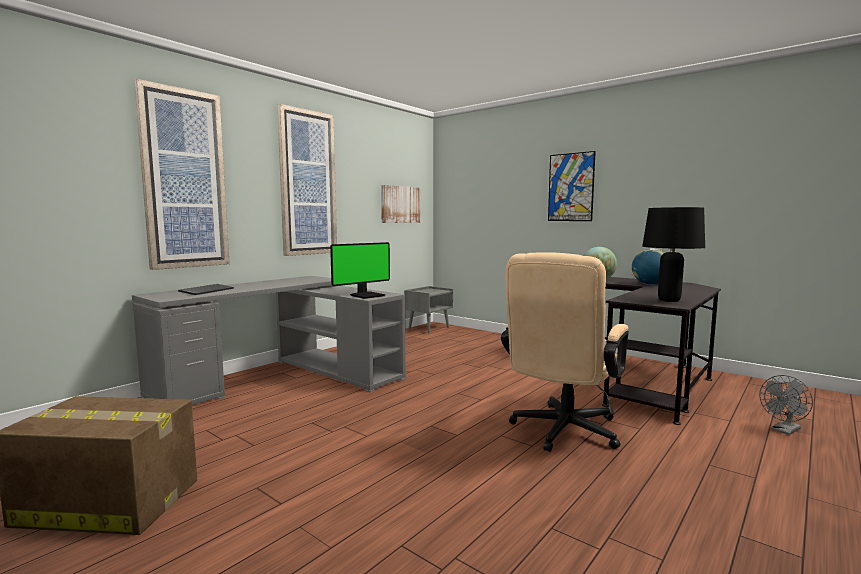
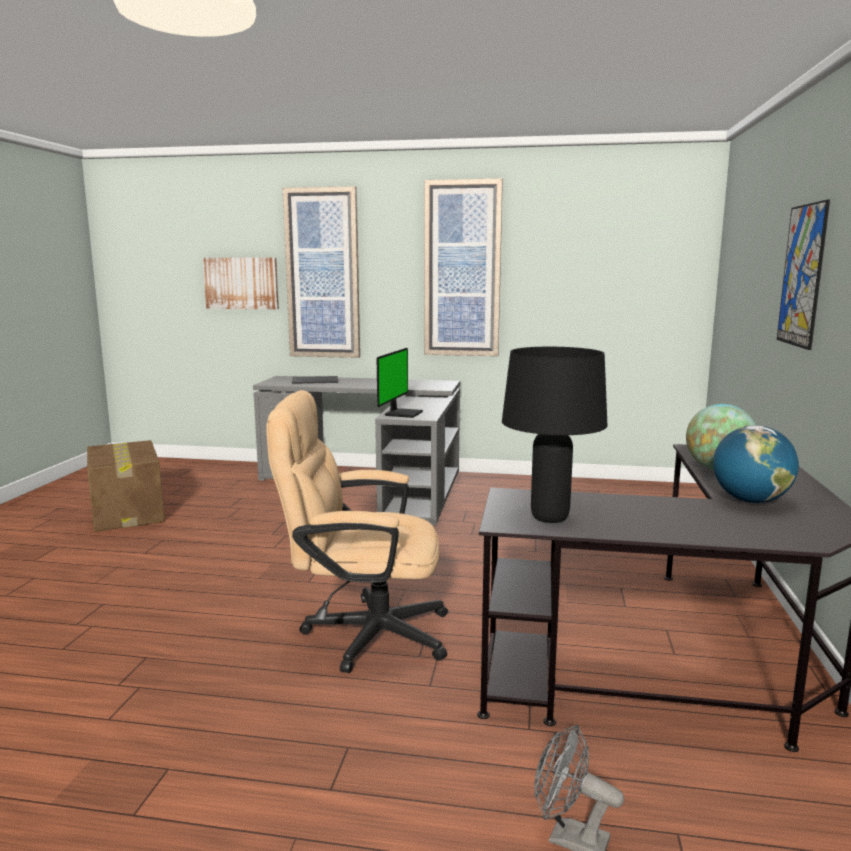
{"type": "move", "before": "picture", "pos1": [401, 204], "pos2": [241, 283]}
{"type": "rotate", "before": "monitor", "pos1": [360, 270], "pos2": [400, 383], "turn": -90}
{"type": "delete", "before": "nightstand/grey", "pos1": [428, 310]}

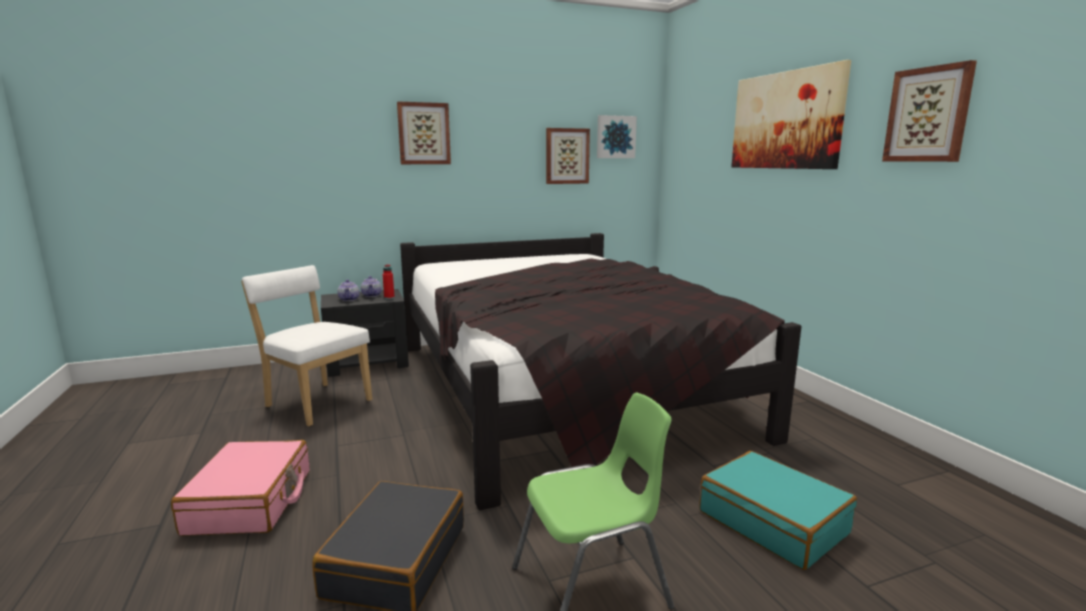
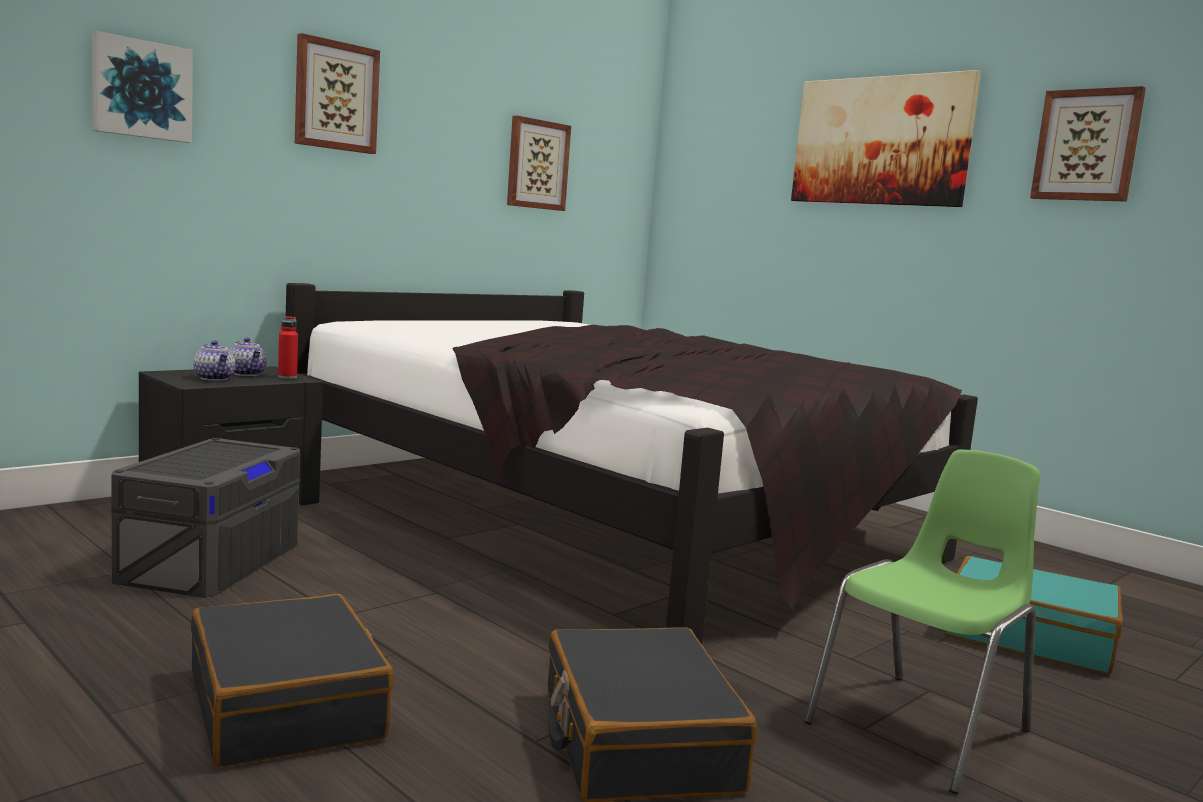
{"type": "move", "before": "picture", "pos1": [617, 136], "pos2": [142, 87]}
{"type": "replace", "before": "chair/white", "after": "storage box/grey", "pos1": [306, 346], "pos2": [205, 518]}
{"type": "recolor", "before": "suitcase/pink", "after": "suitcase/black", "pos1": [240, 488], "pos2": [292, 680]}

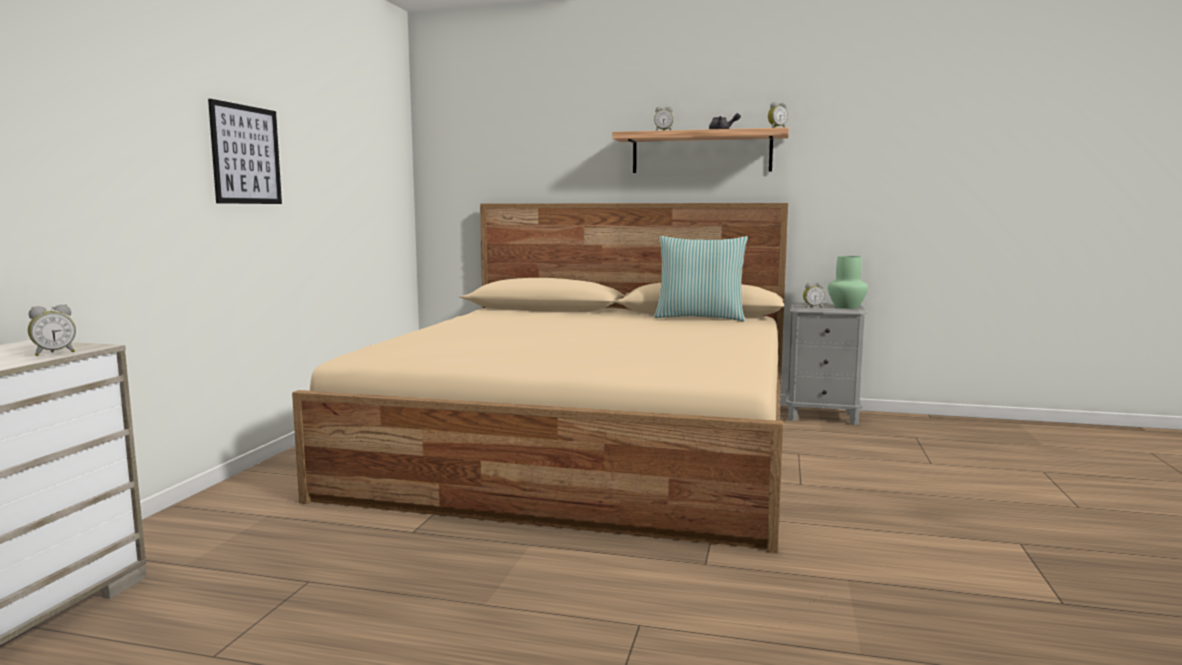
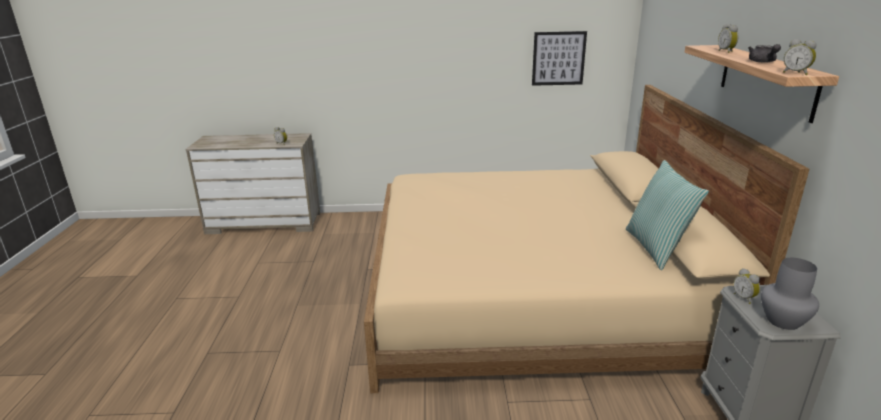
{"type": "move", "before": "picture", "pos1": [245, 151], "pos2": [559, 58]}
{"type": "recolor", "before": "vase/green", "after": "vase/grey", "pos1": [848, 282], "pos2": [790, 294]}

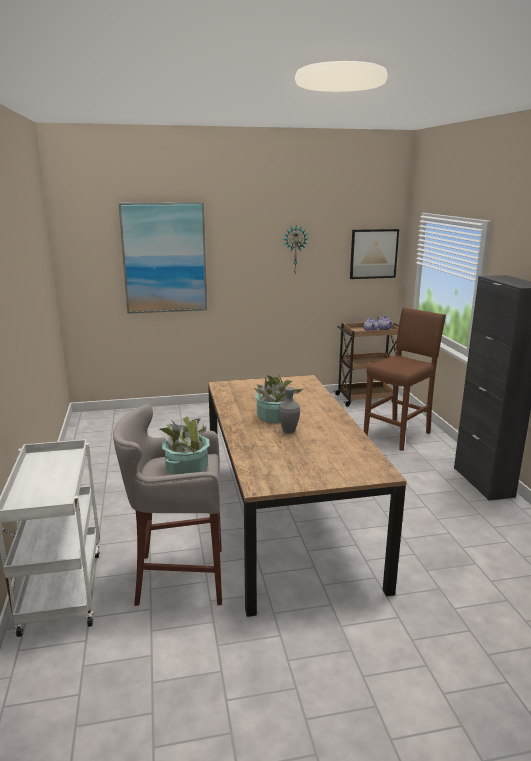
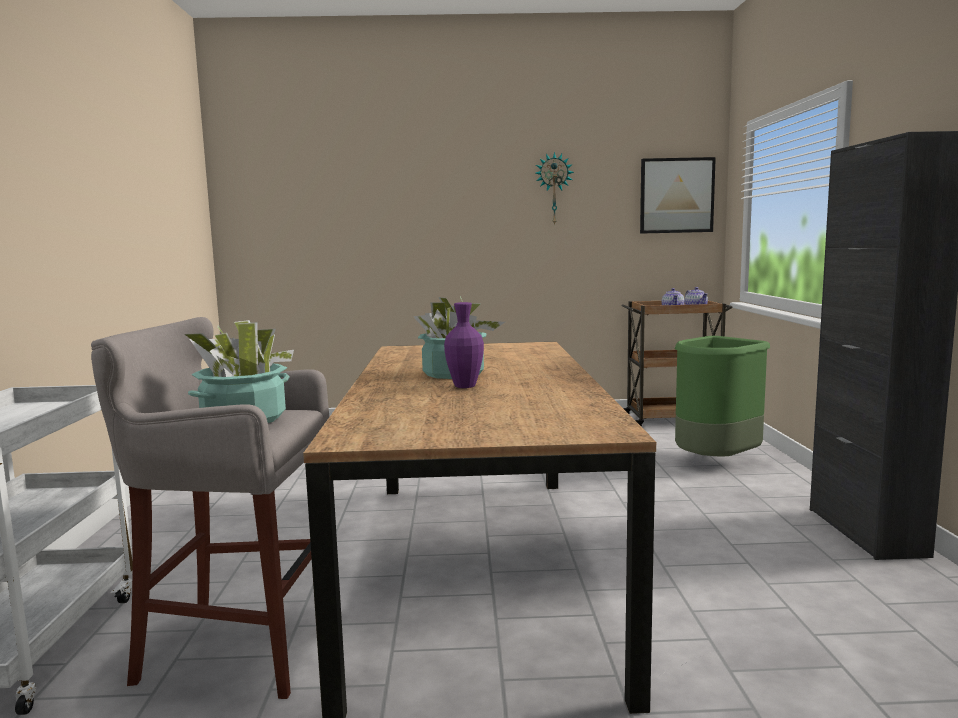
{"type": "recolor", "before": "vase/grey", "after": "vase/purple", "pos1": [289, 410], "pos2": [464, 345]}
{"type": "replace", "before": "stool/brown", "after": "trash can/green", "pos1": [405, 379], "pos2": [722, 396]}
{"type": "delete", "before": "picture", "pos1": [162, 258]}

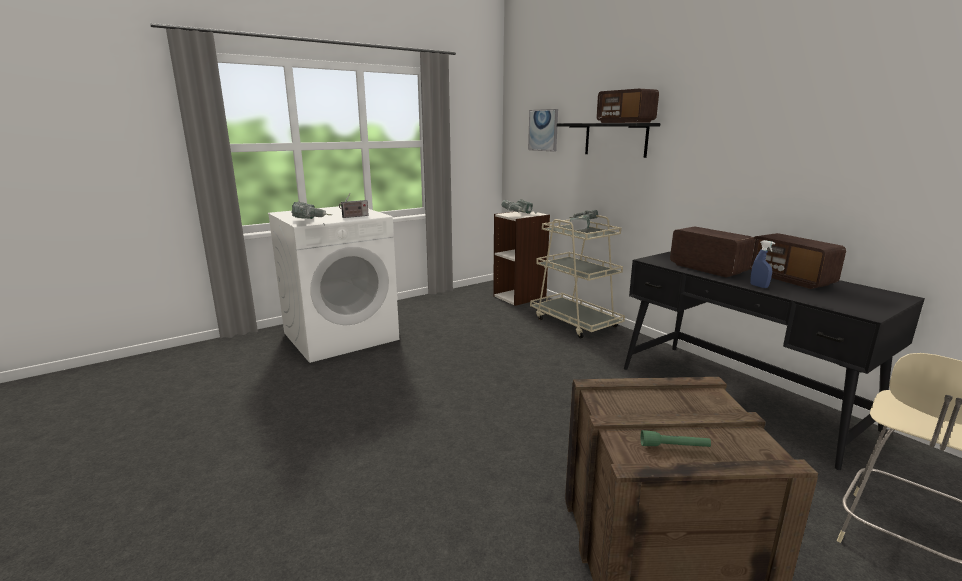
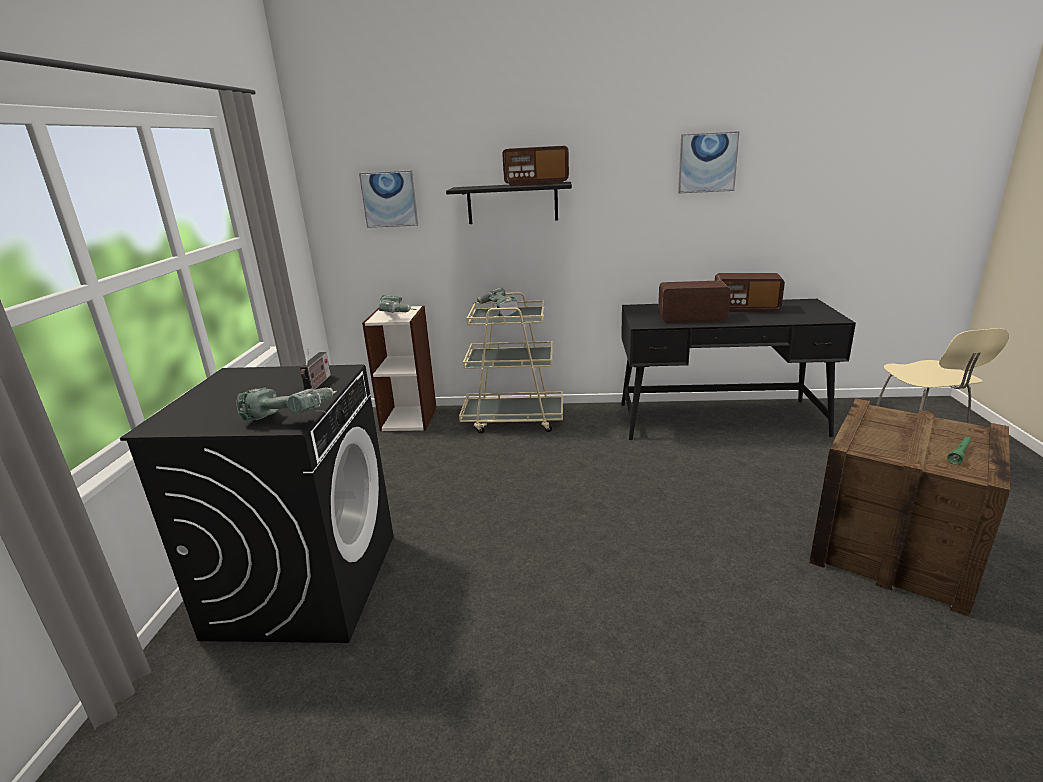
{"type": "recolor", "before": "washing machine/white", "after": "washing machine/black", "pos1": [333, 284], "pos2": [257, 503]}
{"type": "insert", "after": "picture", "pos2": [709, 162]}
{"type": "delete", "before": "spray bottle/blue", "pos1": [762, 264]}

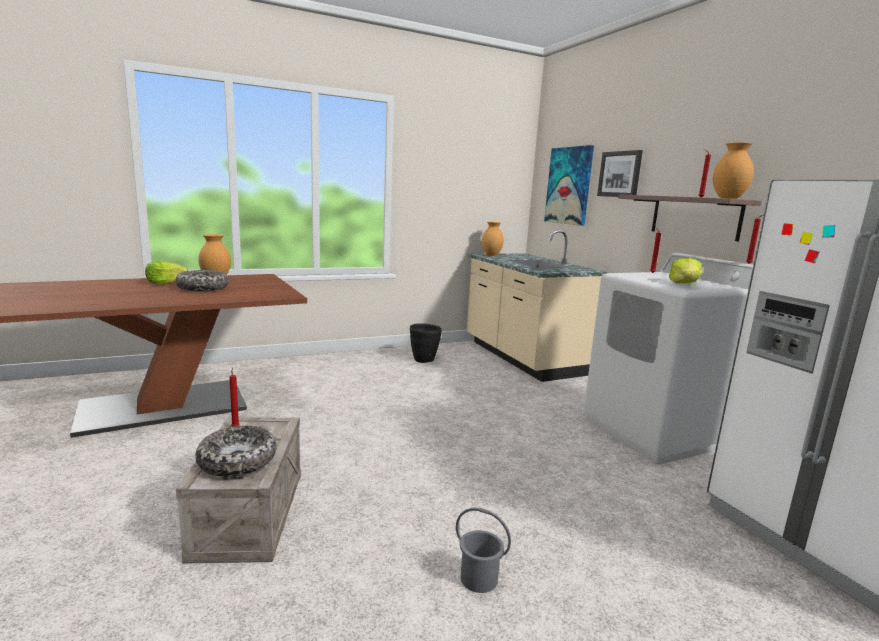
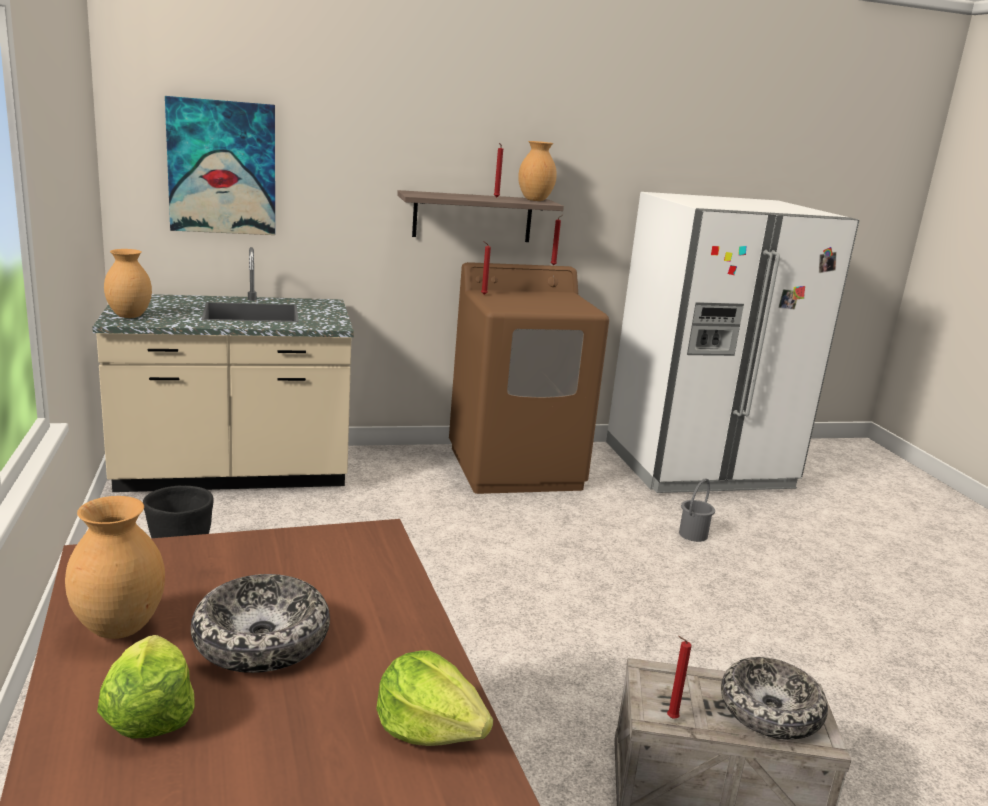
{"type": "move", "before": "lettuce", "pos1": [686, 270], "pos2": [434, 698]}
{"type": "recolor", "before": "washing machine/white", "after": "washing machine/brown", "pos1": [668, 359], "pos2": [529, 378]}
{"type": "move", "before": "bucket/grey", "pos1": [483, 550], "pos2": [697, 510]}
{"type": "delete", "before": "picture", "pos1": [620, 173]}

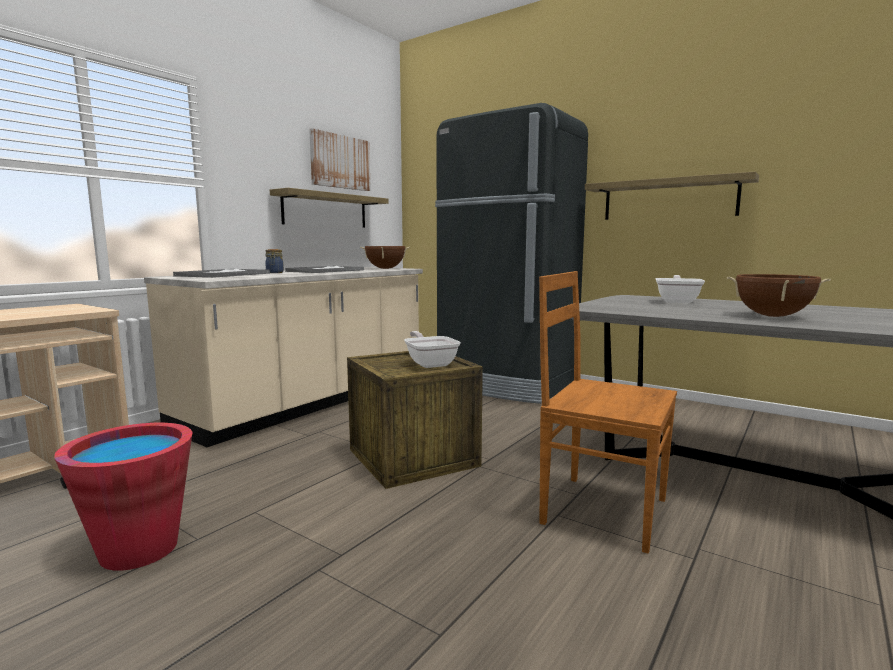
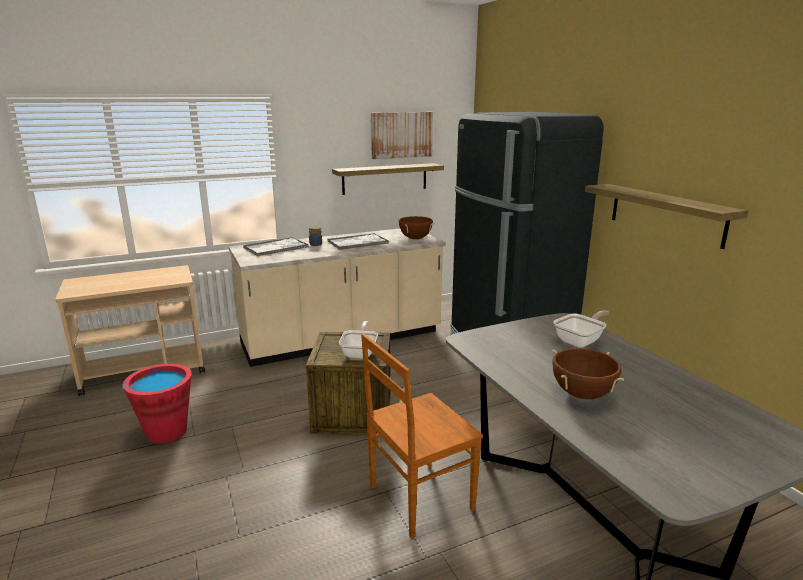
{"type": "rotate", "before": "chair/brown", "pos1": [608, 412], "pos2": [422, 436], "turn": -90}

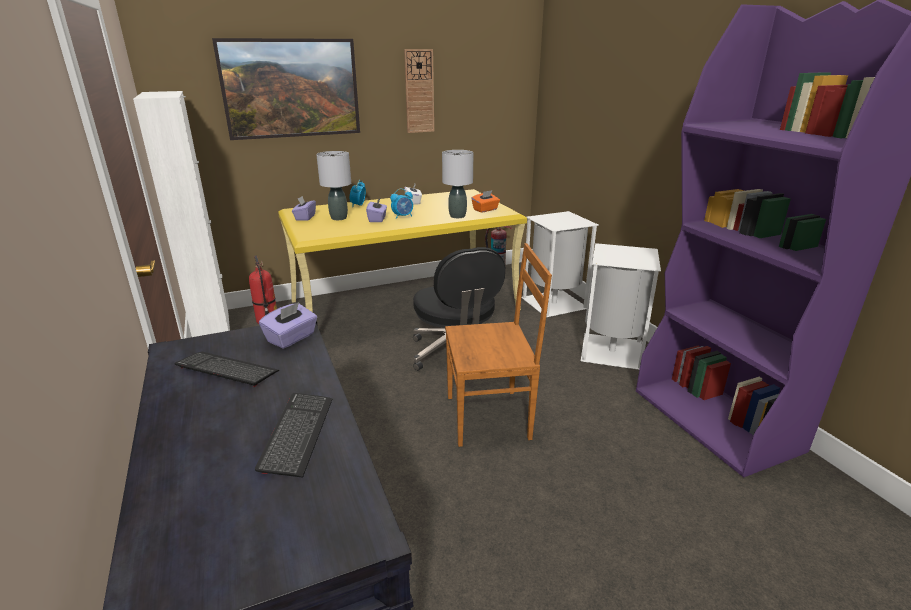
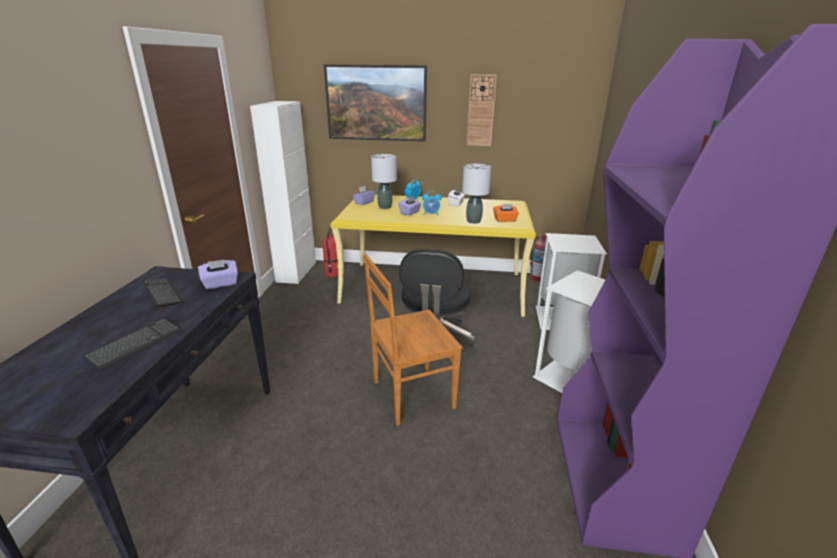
{"type": "rotate", "before": "chair/brown", "pos1": [498, 345], "pos2": [413, 340], "turn": 135}

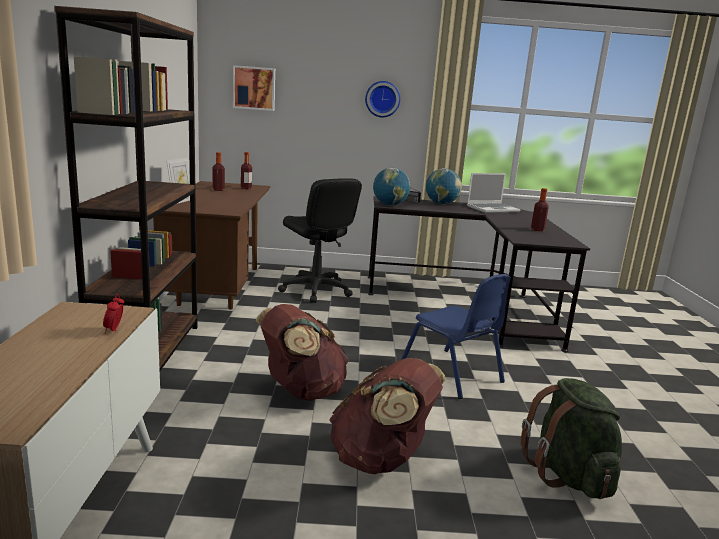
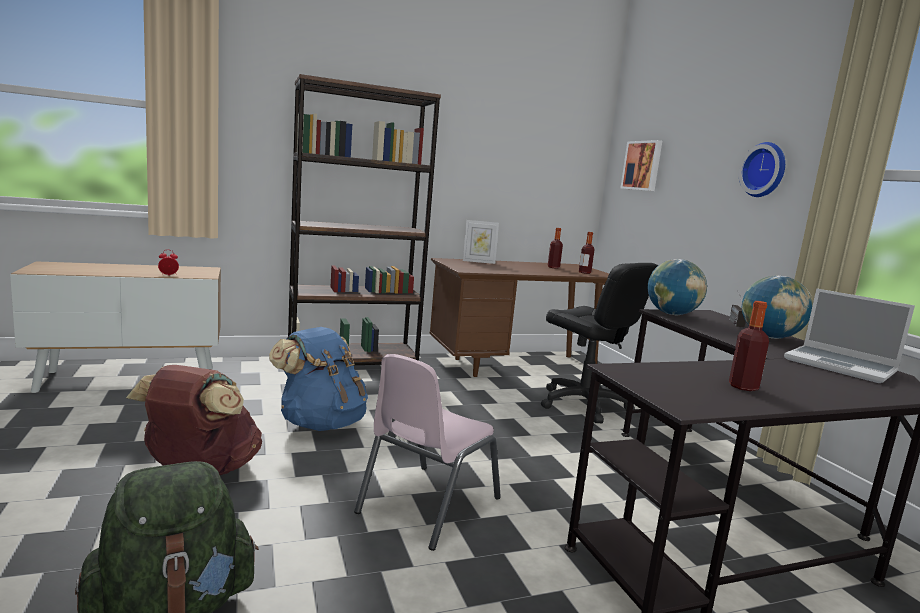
{"type": "recolor", "before": "backpack/brown", "after": "backpack/blue", "pos1": [302, 352], "pos2": [318, 379]}
{"type": "recolor", "before": "chair/blue", "after": "chair/pink", "pos1": [456, 336], "pos2": [427, 452]}
{"type": "rotate", "before": "office chair/black", "pos1": [320, 240], "pos2": [599, 343], "turn": -75}

